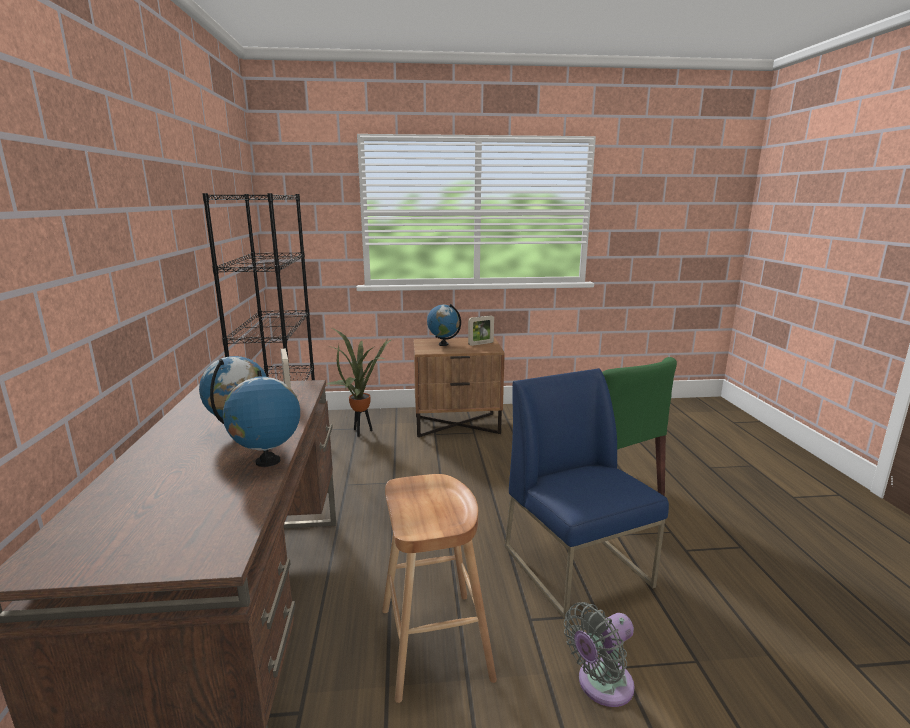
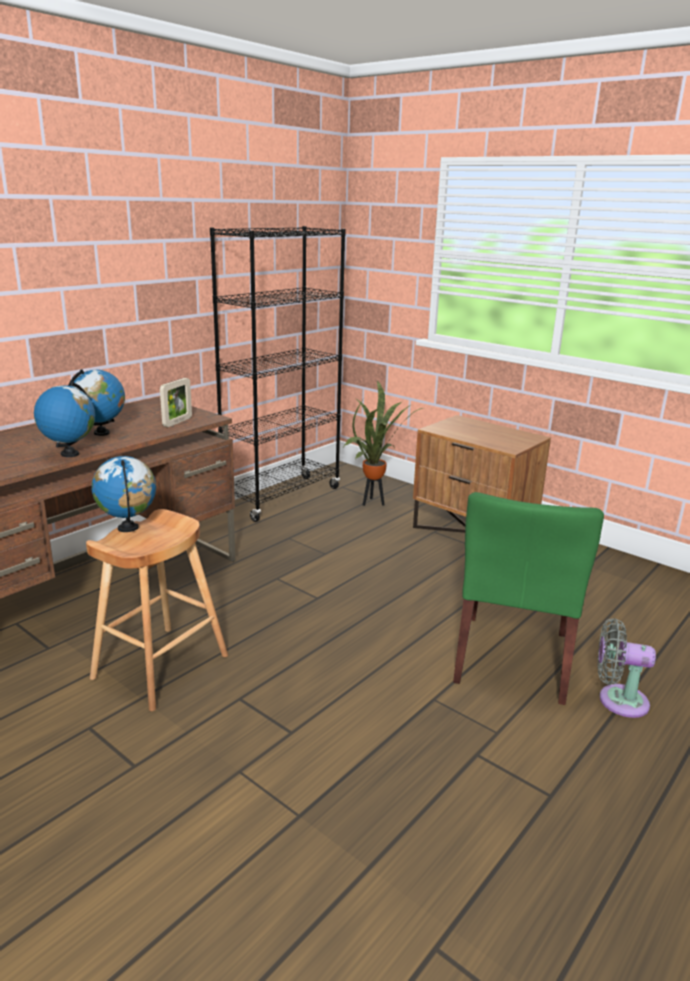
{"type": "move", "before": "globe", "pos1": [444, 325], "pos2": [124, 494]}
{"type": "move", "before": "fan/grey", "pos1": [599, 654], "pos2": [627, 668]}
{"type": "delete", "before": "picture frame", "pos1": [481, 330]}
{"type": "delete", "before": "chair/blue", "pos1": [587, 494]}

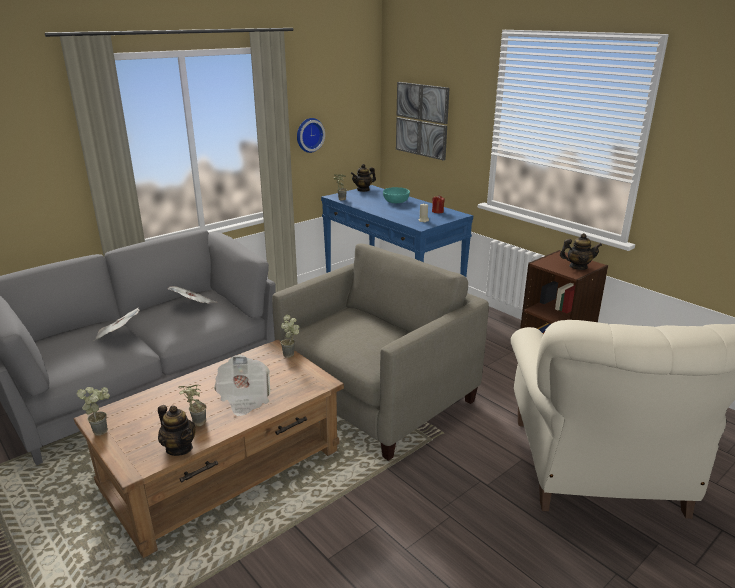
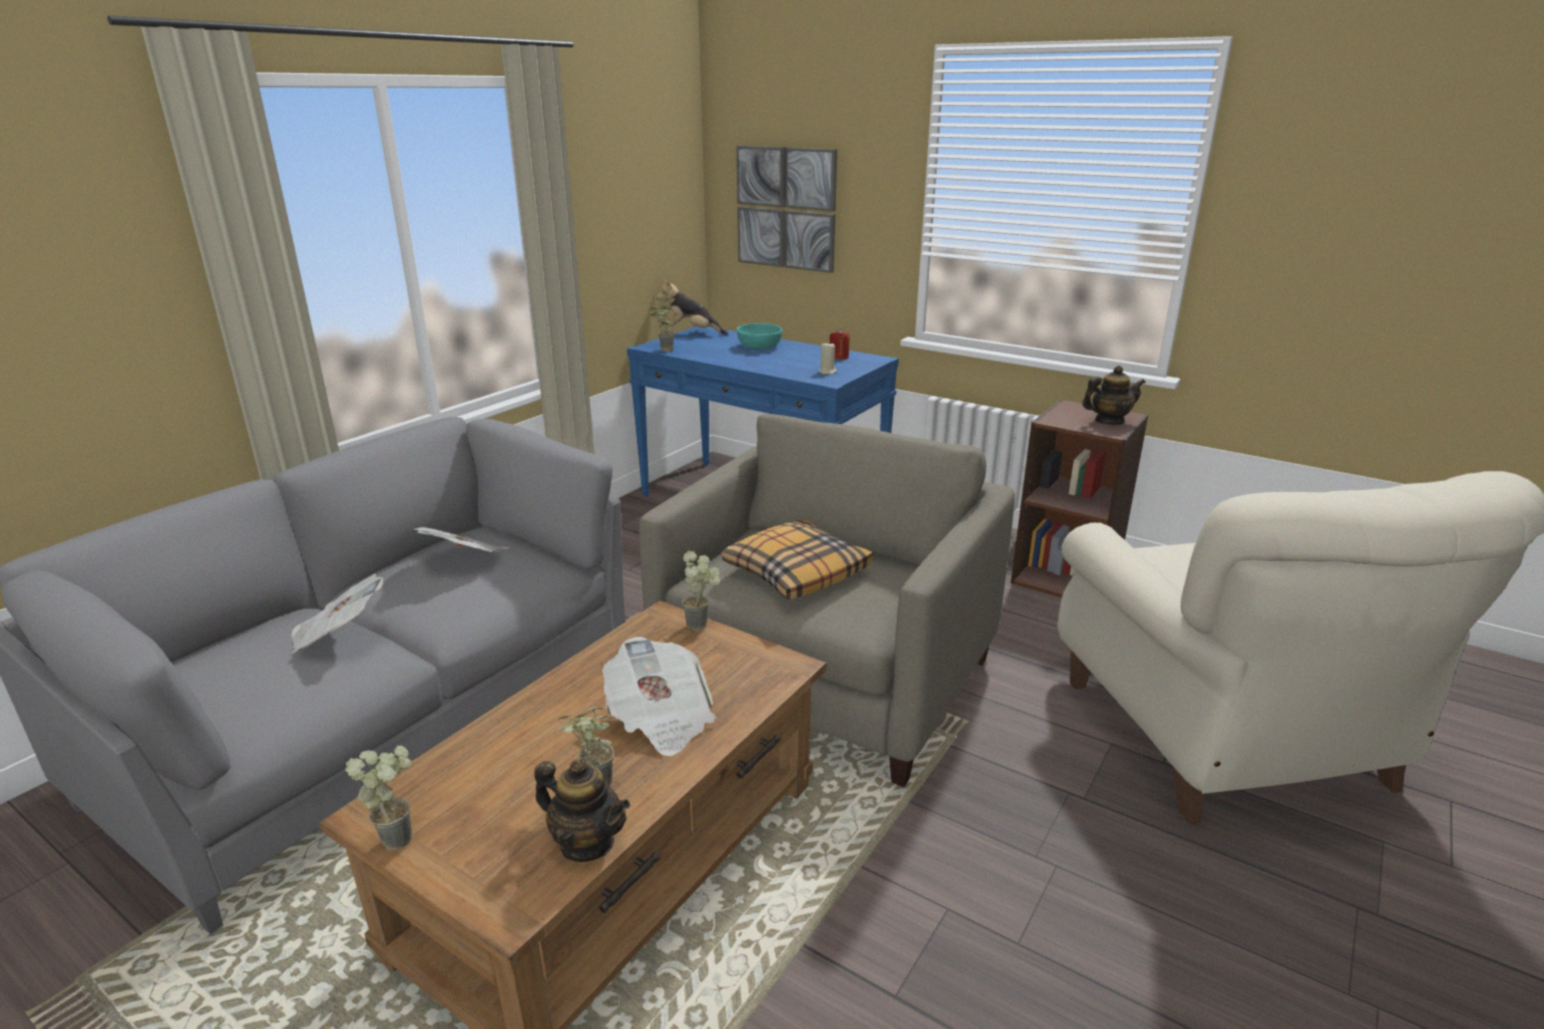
{"type": "replace", "before": "teapot", "after": "plush toy", "pos1": [363, 178], "pos2": [692, 307]}
{"type": "insert", "after": "pillow", "pos2": [797, 559]}
{"type": "delete", "before": "wall clock", "pos1": [311, 135]}

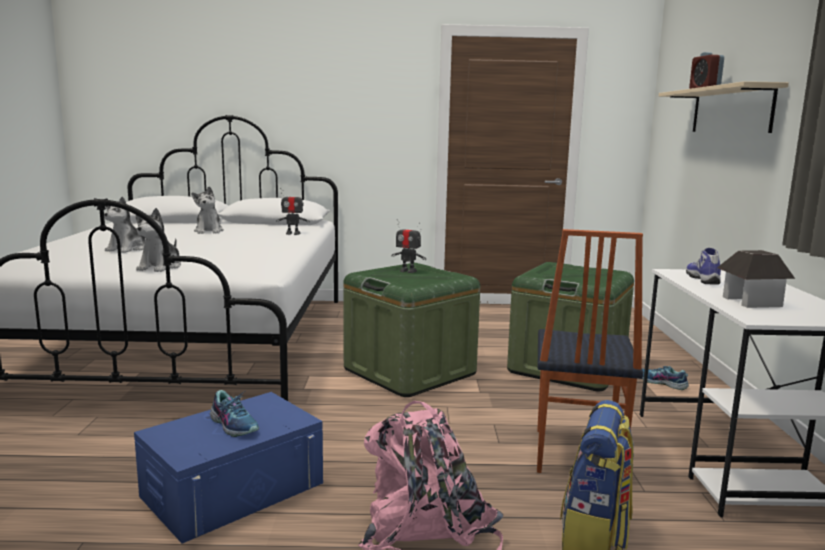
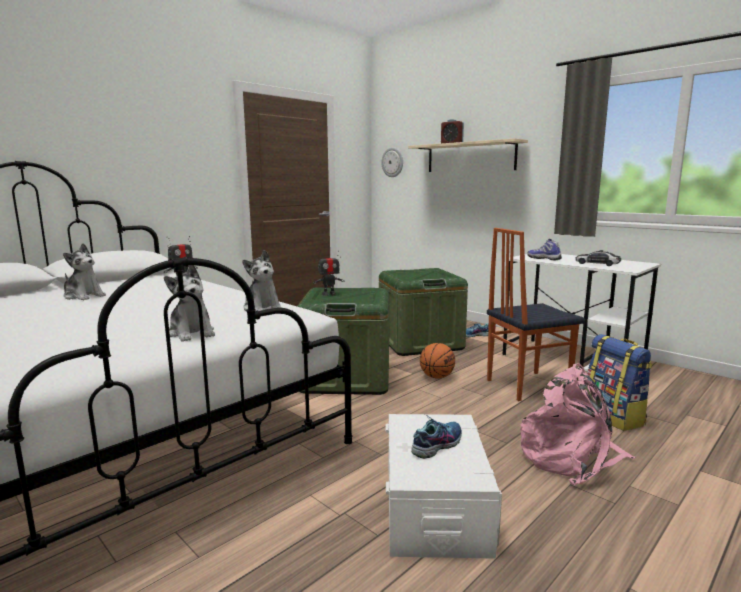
{"type": "move", "before": "plush toy", "pos1": [125, 224], "pos2": [261, 280]}
{"type": "insert", "after": "wall clock", "pos2": [392, 162]}
{"type": "recolor", "before": "storage box/blue", "after": "storage box/white", "pos1": [228, 468], "pos2": [444, 486]}
{"type": "rotate", "before": "shoe", "pos1": [234, 413], "pos2": [436, 436], "turn": -45}
{"type": "insert", "after": "basketball", "pos2": [437, 361]}
{"type": "rotate", "before": "chair", "pos1": [590, 351], "pos2": [536, 314], "turn": 105}
{"type": "replace", "before": "toy house", "after": "toy car", "pos1": [756, 279], "pos2": [598, 258]}

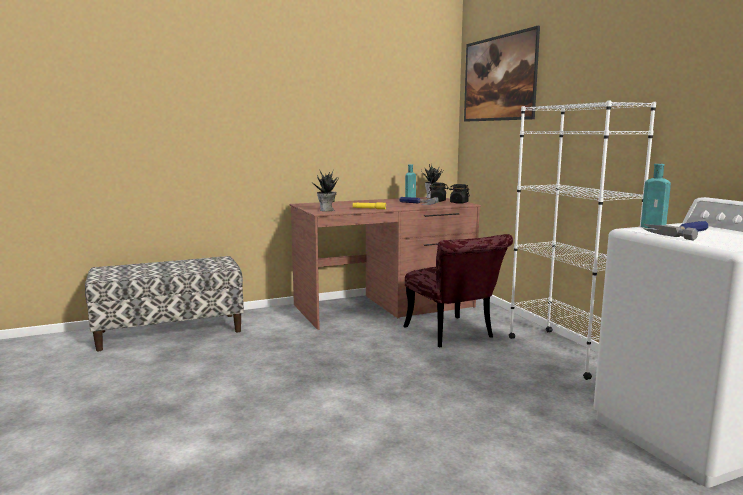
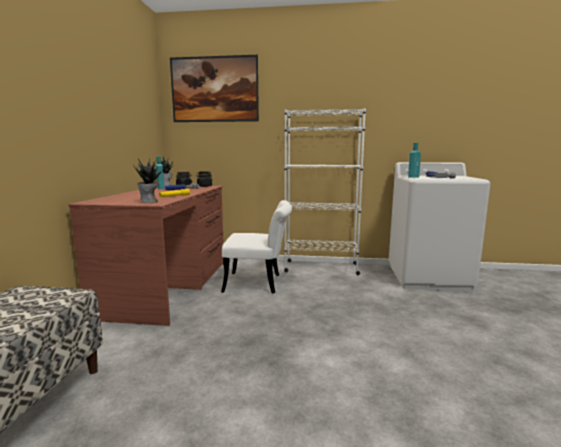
{"type": "recolor", "before": "chair/red", "after": "chair/white", "pos1": [458, 291], "pos2": [256, 246]}

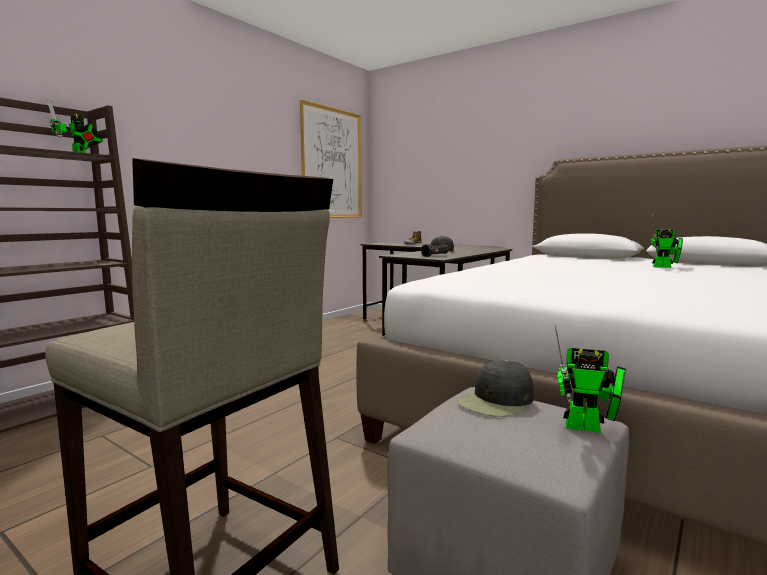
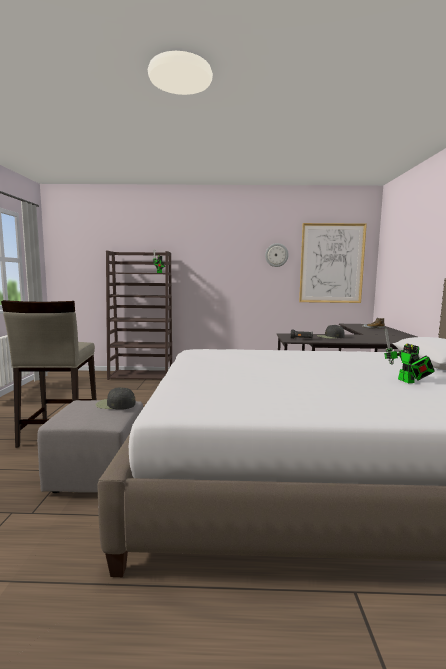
{"type": "insert", "after": "wall clock", "pos2": [277, 255]}
{"type": "delete", "before": "toy robot", "pos1": [590, 378]}

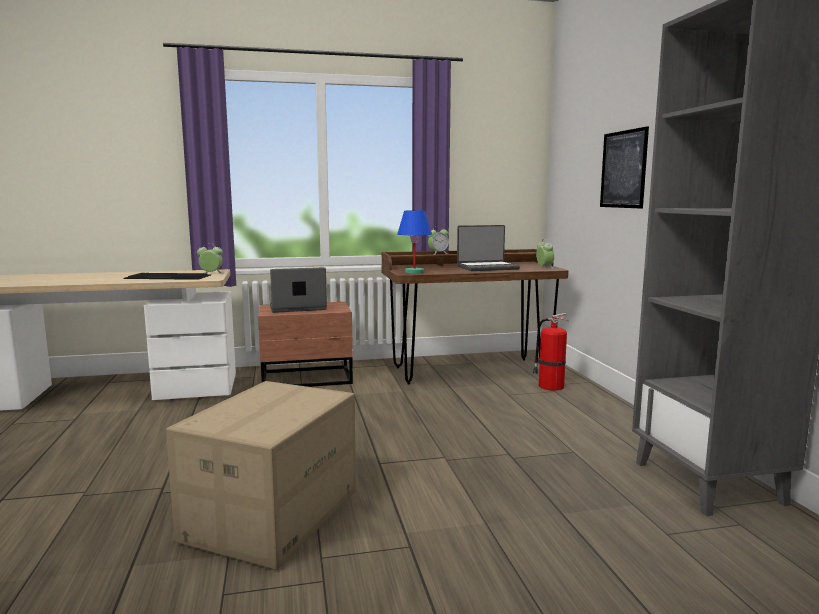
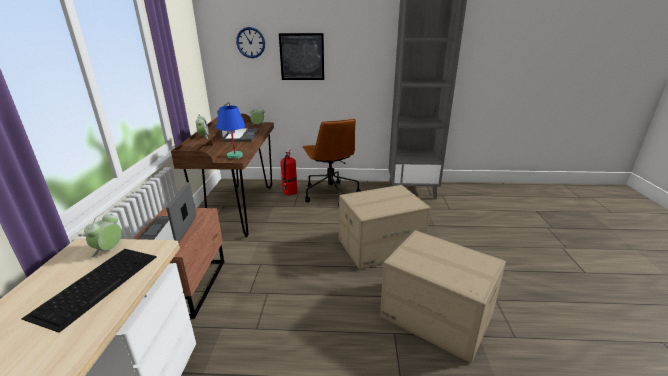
{"type": "insert", "after": "wall clock", "pos2": [250, 42]}
{"type": "insert", "after": "office chair/brown", "pos2": [331, 162]}
{"type": "insert", "after": "cardboard box", "pos2": [384, 227]}

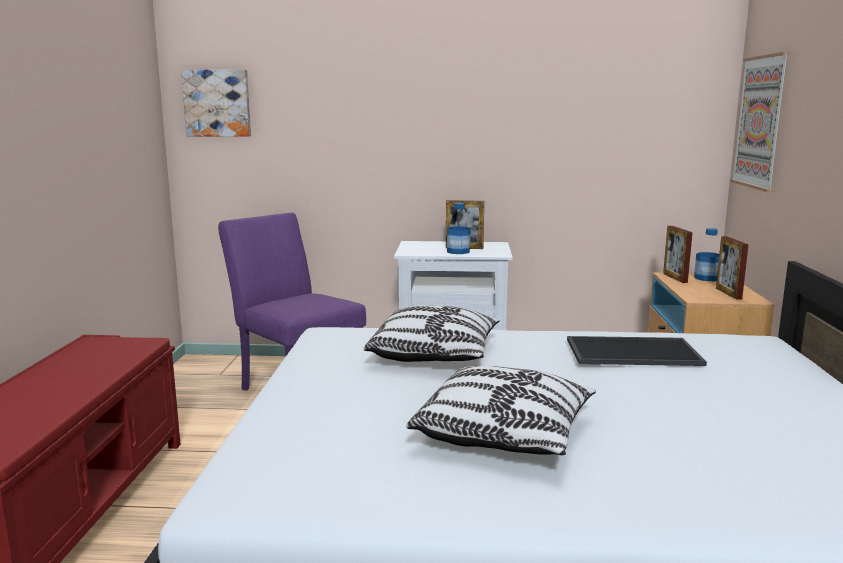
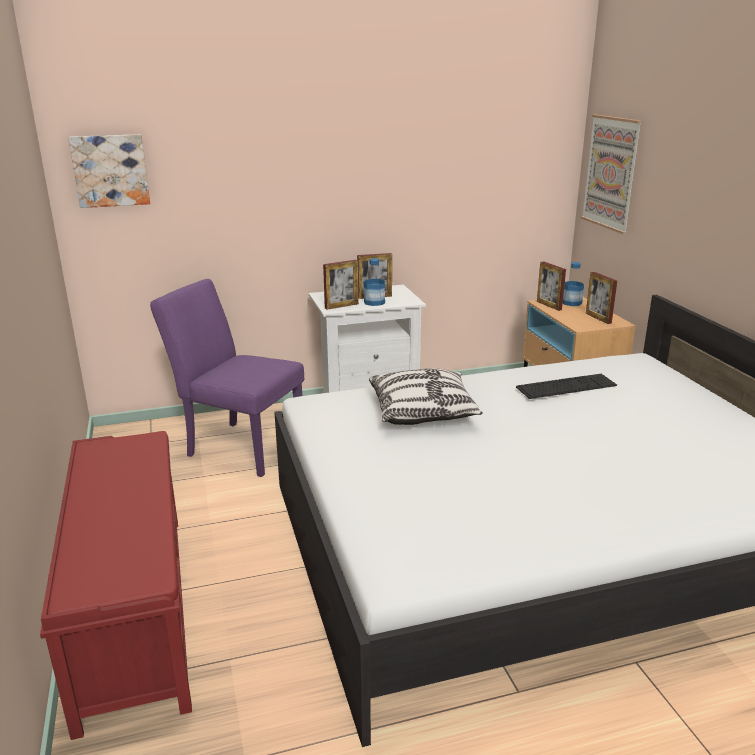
{"type": "insert", "after": "picture frame", "pos2": [341, 285]}
{"type": "replace", "before": "tray", "after": "keyboard", "pos1": [637, 351], "pos2": [566, 386]}
{"type": "delete", "before": "pillow", "pos1": [501, 410]}

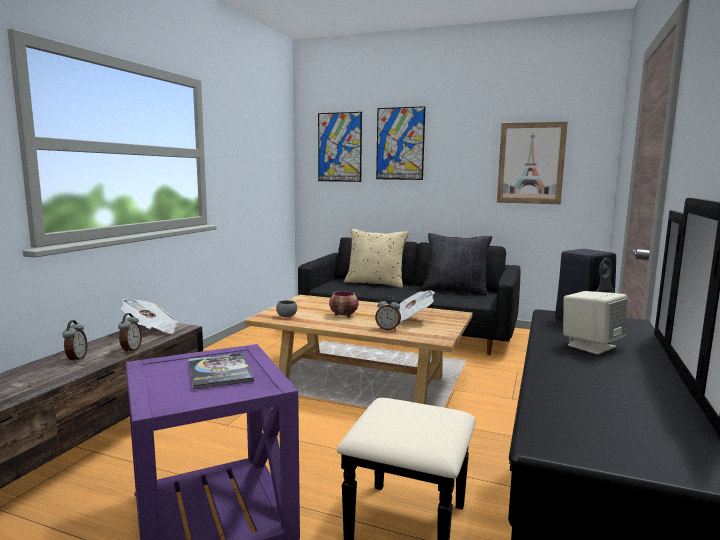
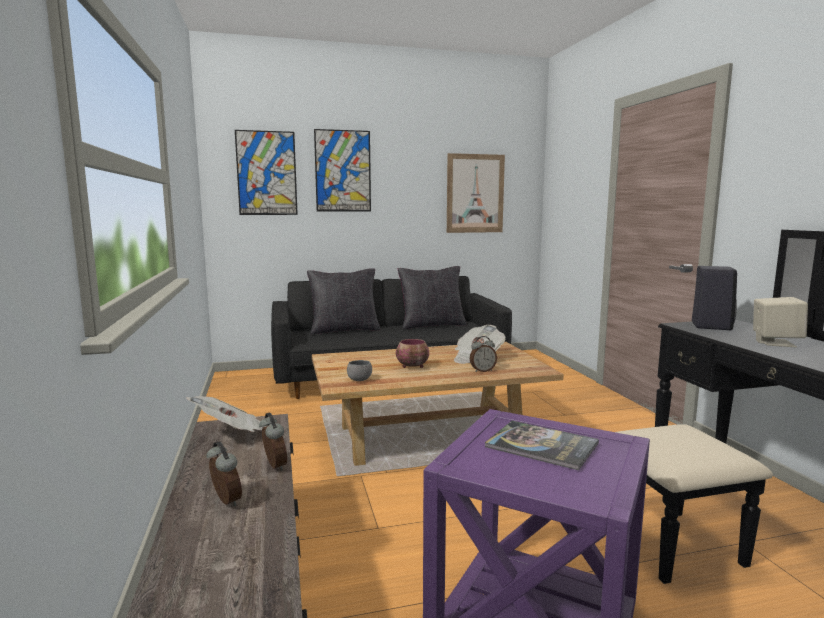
{"type": "recolor", "before": "pillow/beige", "after": "pillow/black", "pos1": [376, 258], "pos2": [343, 301]}

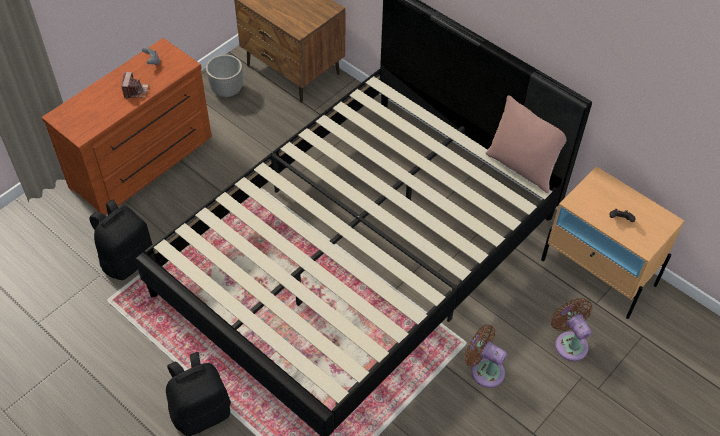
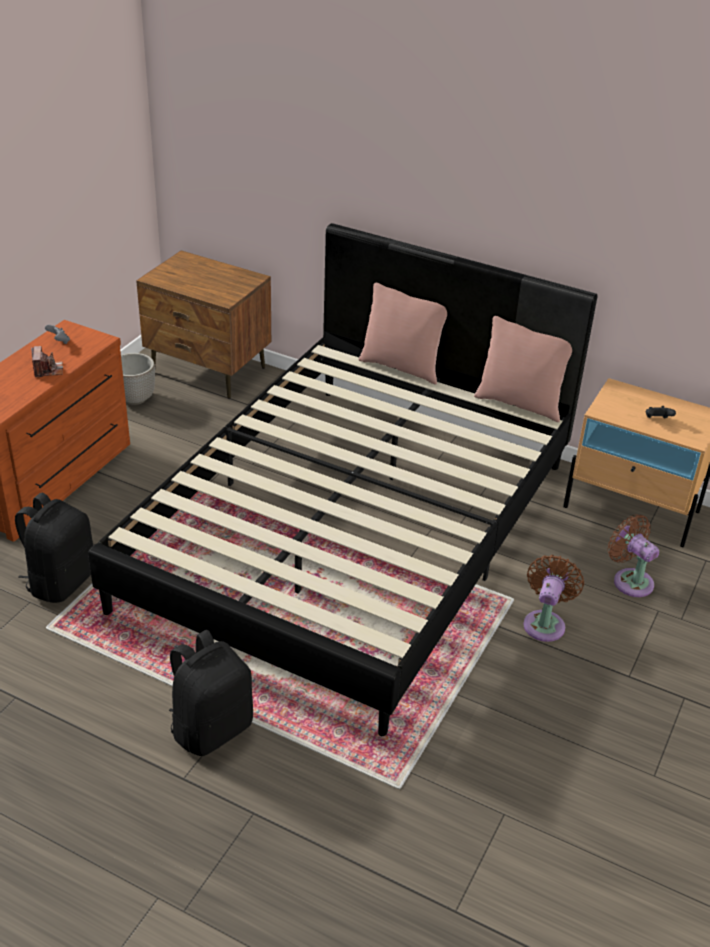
{"type": "insert", "after": "pillow/pink", "pos2": [402, 334]}
{"type": "rotate", "before": "fan/brown", "pos1": [485, 356], "pos2": [553, 598], "turn": 90}

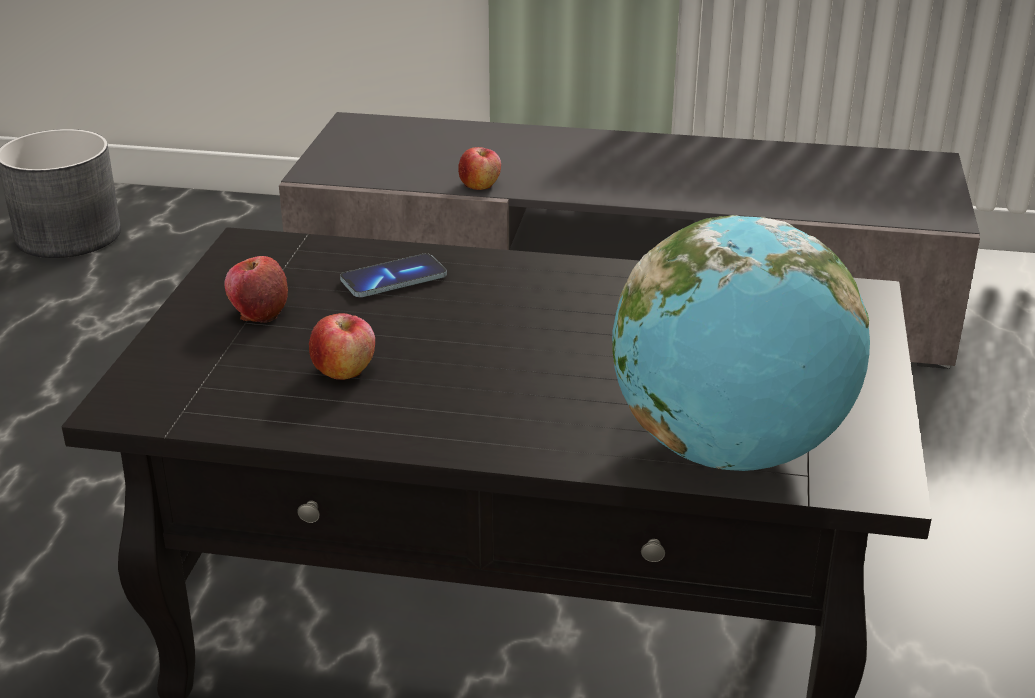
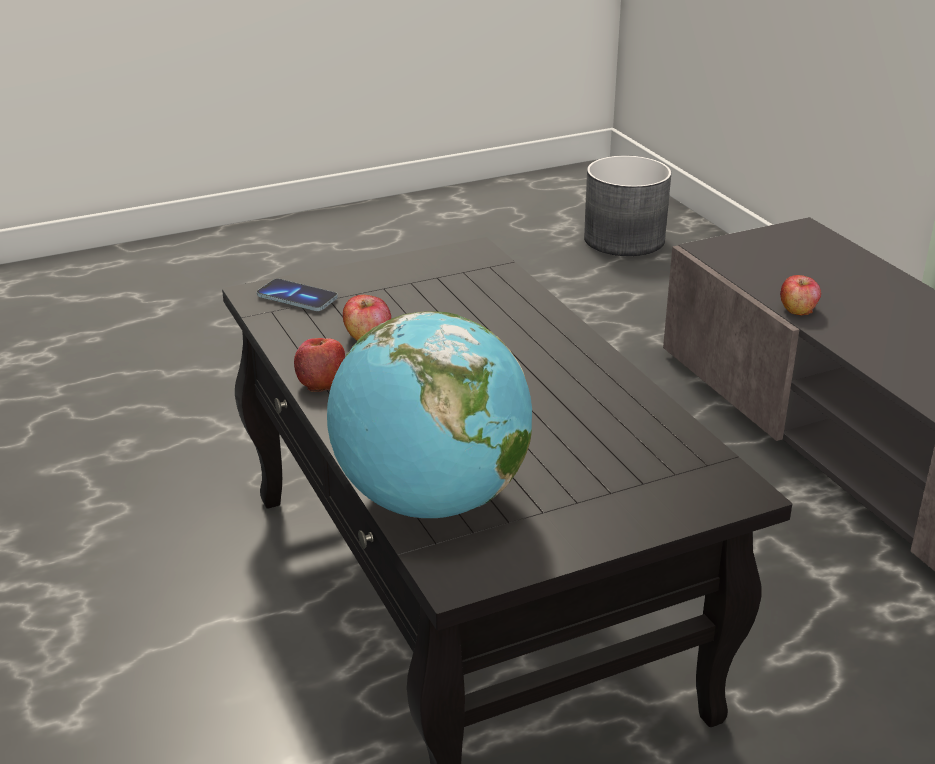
{"type": "move", "before": "phone", "pos1": [393, 275], "pos2": [297, 295]}
{"type": "move", "before": "apple", "pos1": [256, 289], "pos2": [319, 365]}

